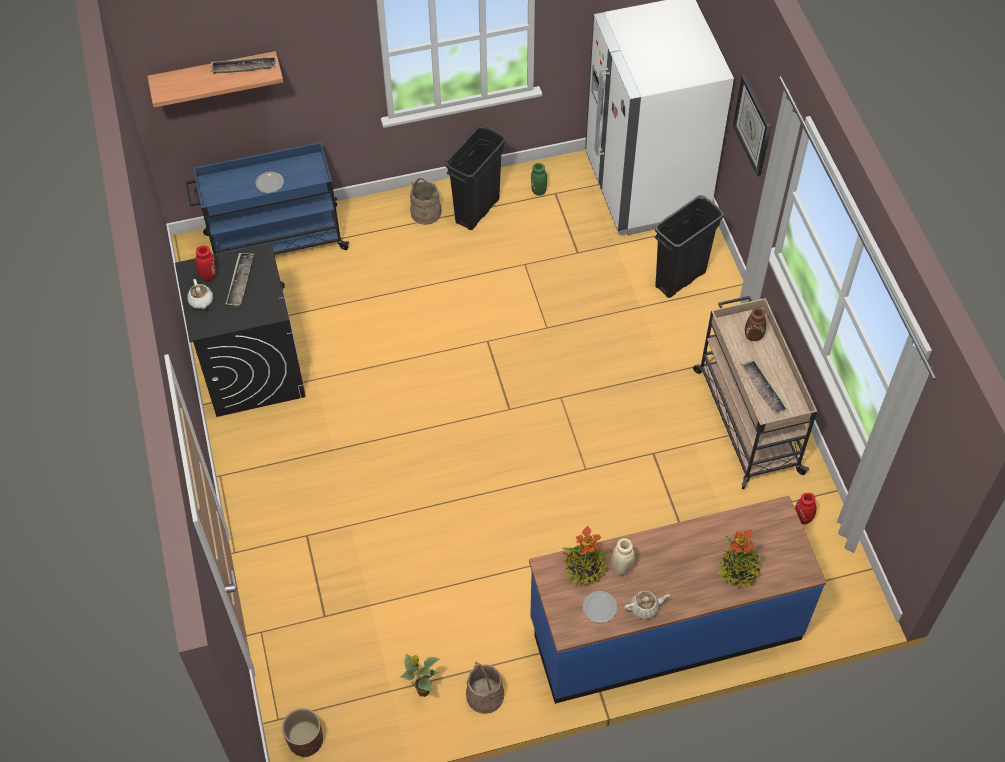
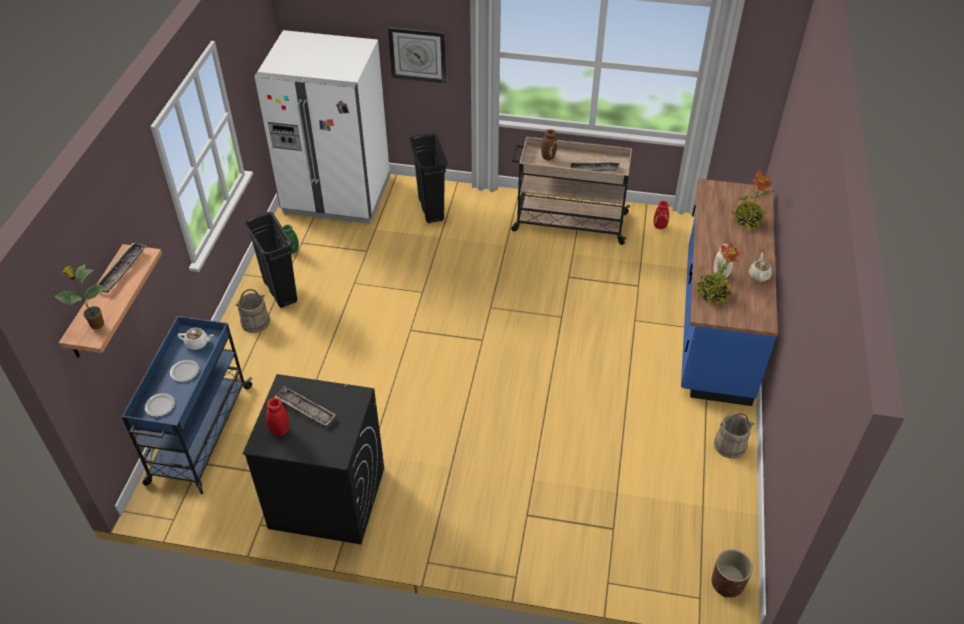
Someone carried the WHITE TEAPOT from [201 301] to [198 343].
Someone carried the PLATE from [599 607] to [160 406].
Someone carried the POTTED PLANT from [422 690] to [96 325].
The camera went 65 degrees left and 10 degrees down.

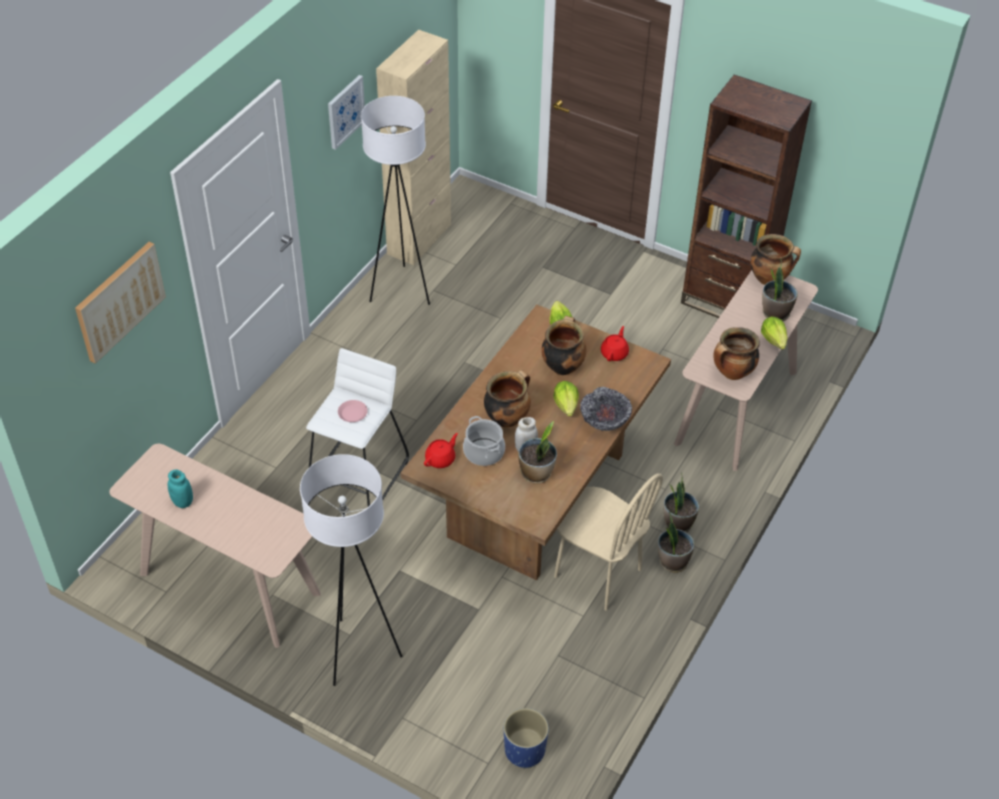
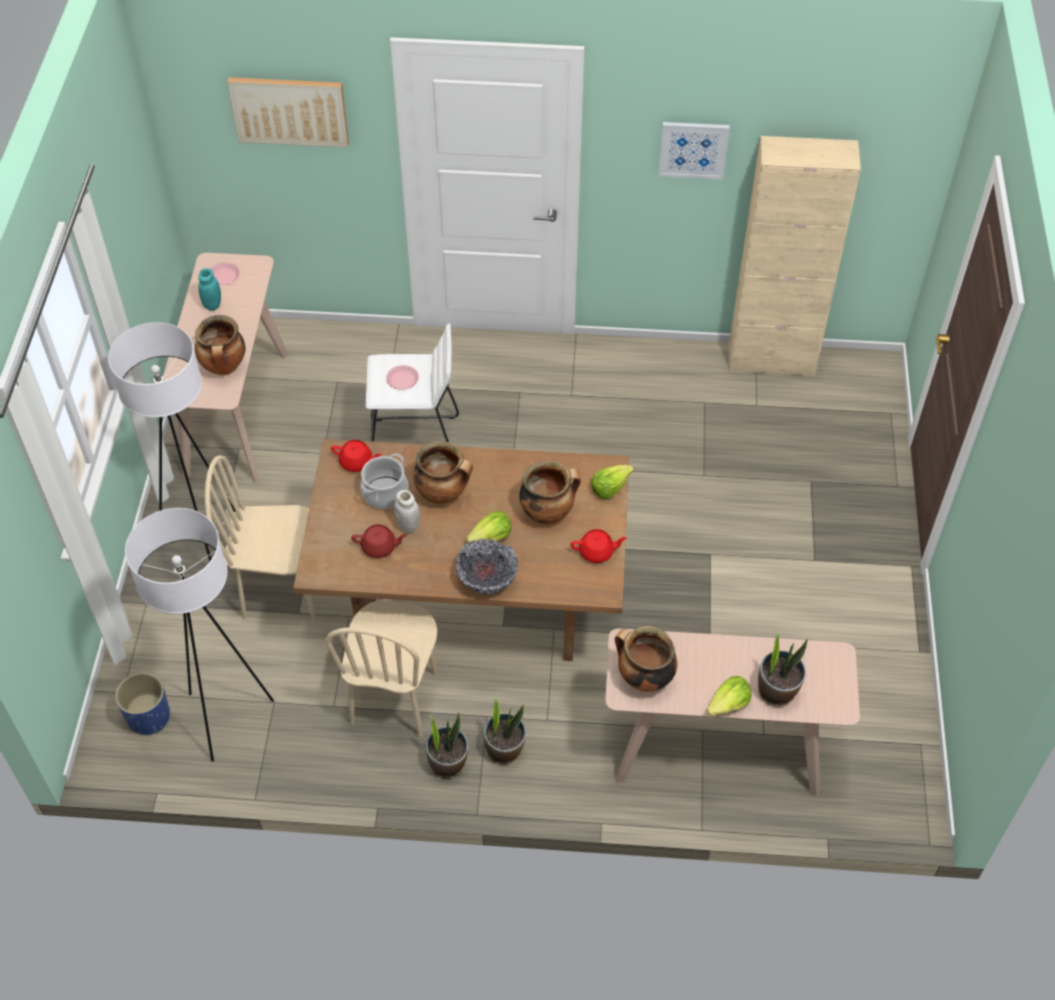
Someone took away the BROWN BOOKCASE at [725 301].
Someone carried the WHITE FLOOR LAMP from [401 290] to [226 718].
Someone carried the COOKING POT from [769 279] to [225 368].
Someone swapped the POTTED PLANT at [536 473] for the RED TEAPOT at [379 547].
Someone put down the PINK PLATE at [224 276].
Someone put down the BEIGE CHAIR at [284 591].
The camera went 65 degrees right and 5 degrees up.

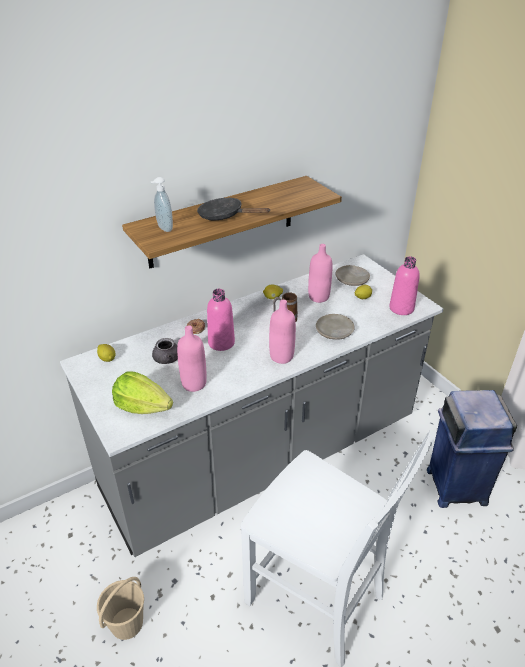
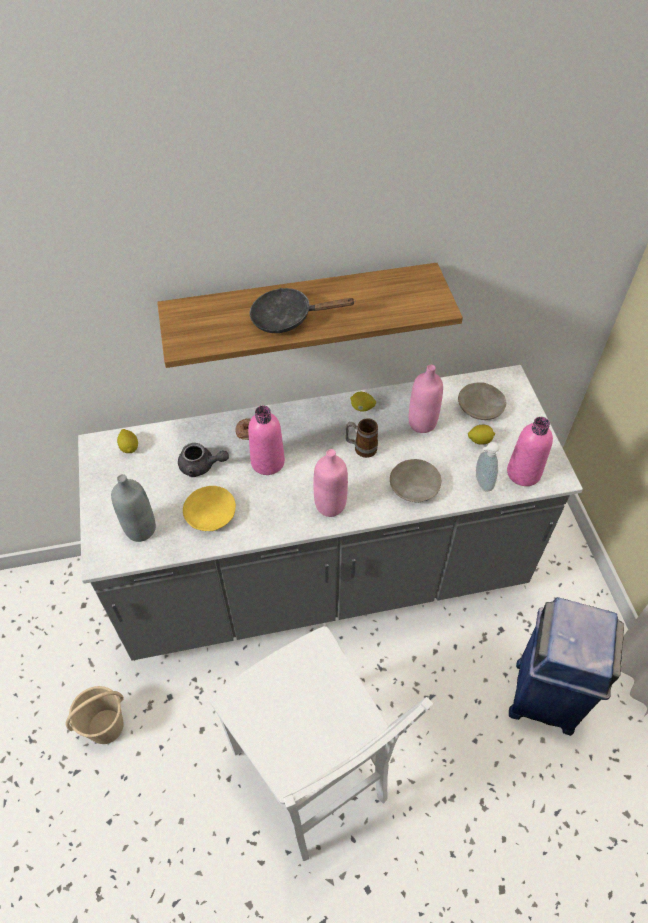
Someone carried the SOAP DISPENSER from [163 229] to [481 483].
Someone rotated the BLACK FRYING PAN at [225 216] by 45 degrees counterclockwise.
Someone swapped the PINK BOTTLE at [194 384] for the YELLOW PLATE at [210 514].
Someone swapped the LETTUCE at [142 407] for the GREY BOTTLE at [140 529].
The camera went 20 degrees right and 15 degrees up.

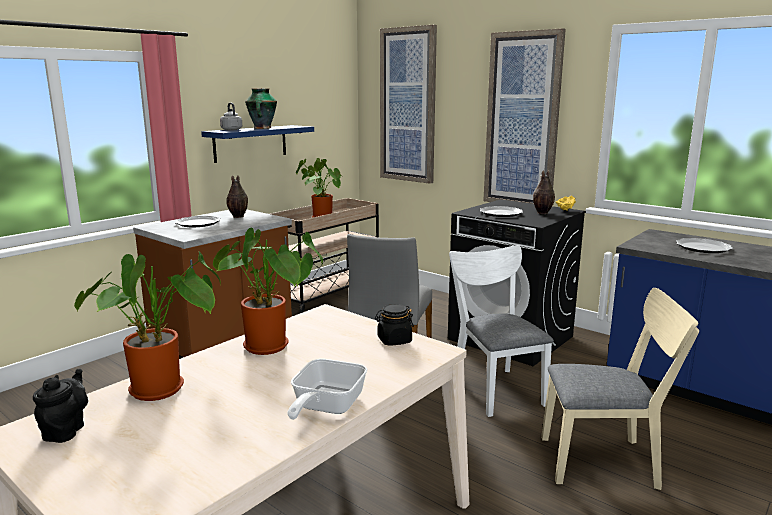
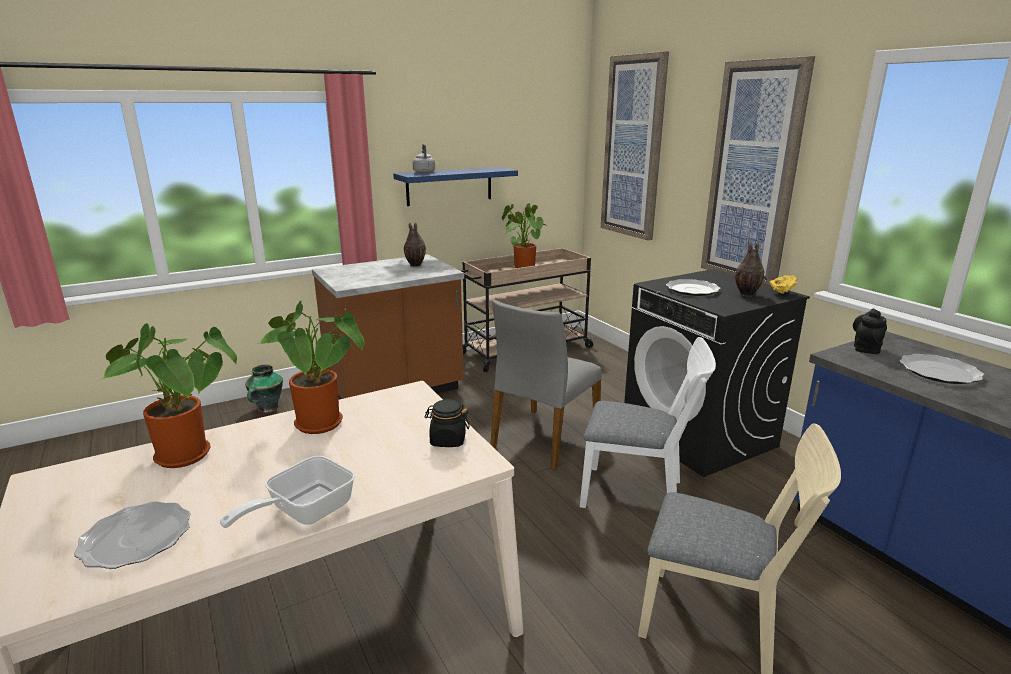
Someone carried the VASE from [262 128] to [267 409].
Someone carried the PLATE from [198 223] to [137 538].
Someone rotated the WHITE CHAIR at [494 388] by 105 degrees clockwise.
Someone carried the BLACK TEAPOT from [66 430] to [865 348].
The camera went 20 degrees right and 5 degrees up.

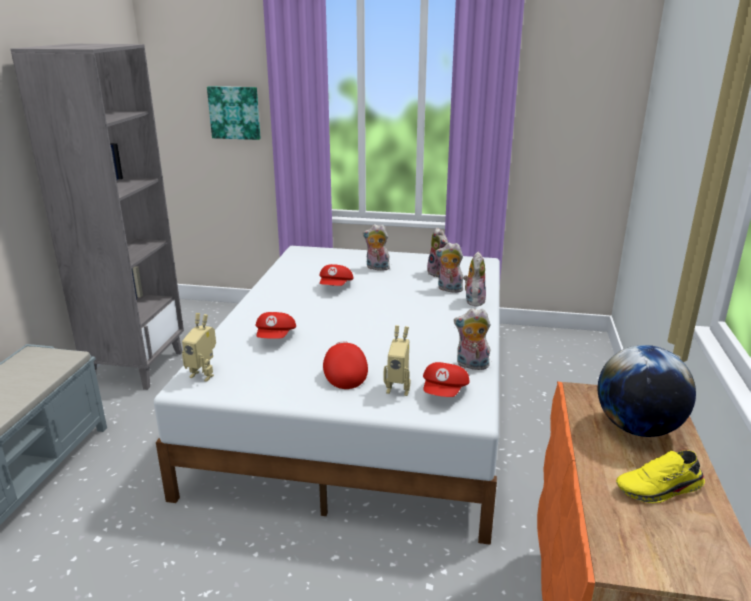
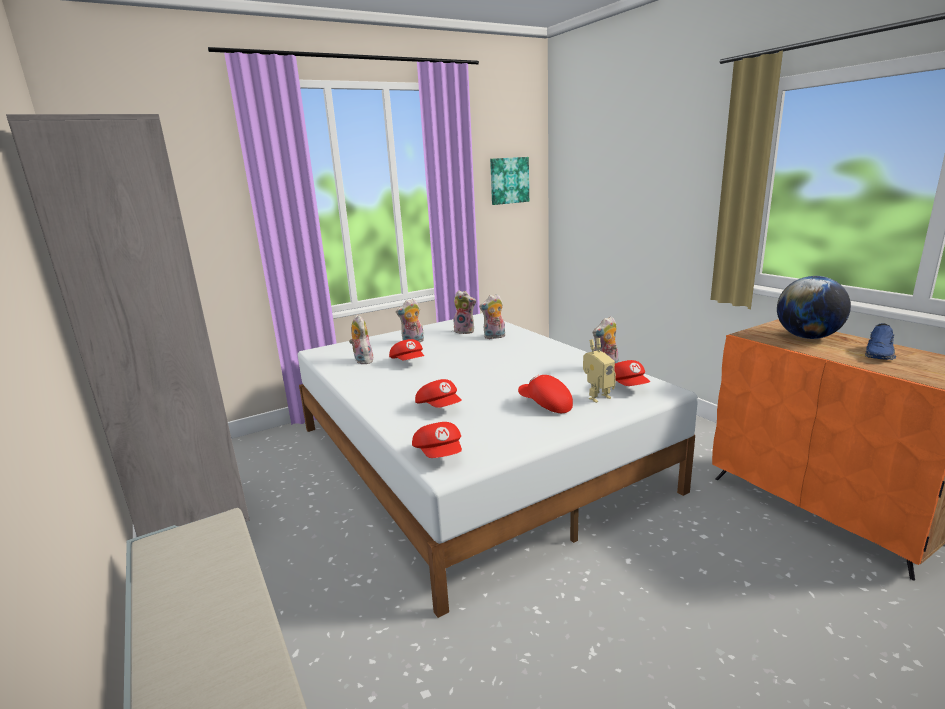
Someone carried the PICTURE from [235 112] to [509 180].
Someone carried the PLUSH TOY from [473 300] to [362 360].
Someone swapped the TOY ROBOT at [204 374] for the RED CAP at [440 454].
Someone repainted the YELLOW SHOE at [659 489], which became the BLUE SHOE at [880 353].
The camera went 40 degrees left and 5 degrees down.

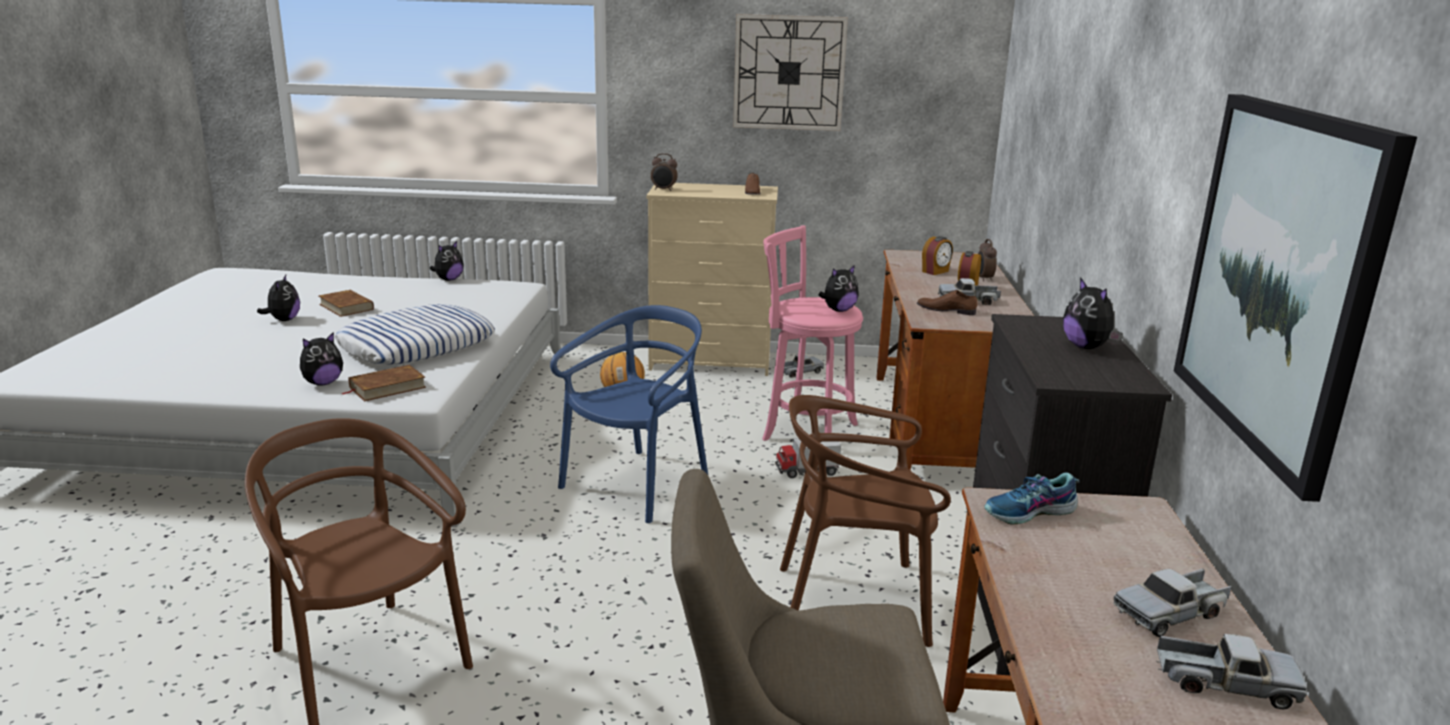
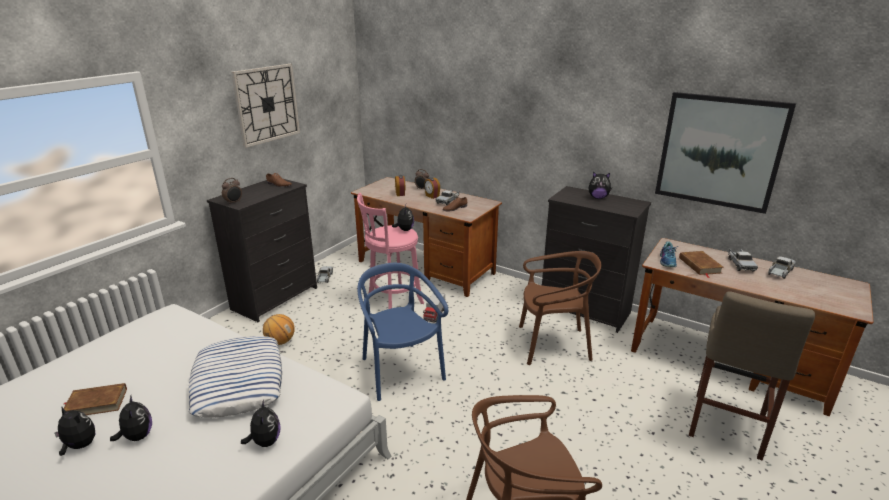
Someone repainted the BEIGE DRESSER at [711 362], which became the BLACK DRESSER at [276 298].
Someone carried the PLUSH TOY from [448 279] to [137 436].
Someone carried the BROWN BOOK from [387 387] to [699 265].
Someone rotated the BROWN CHAIR at [854 601] by 120 degrees counterclockwise.
The camera went 60 degrees left and 5 degrees up.

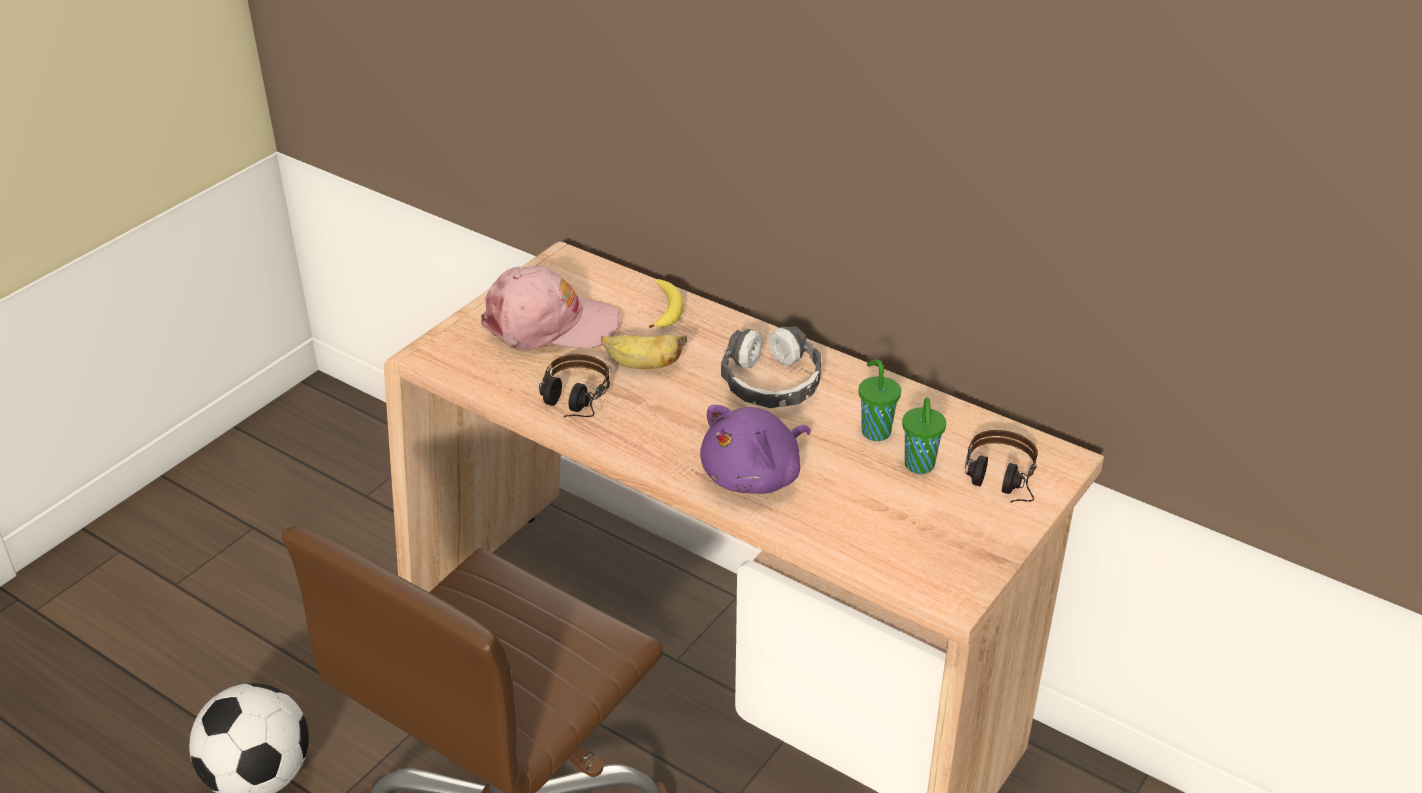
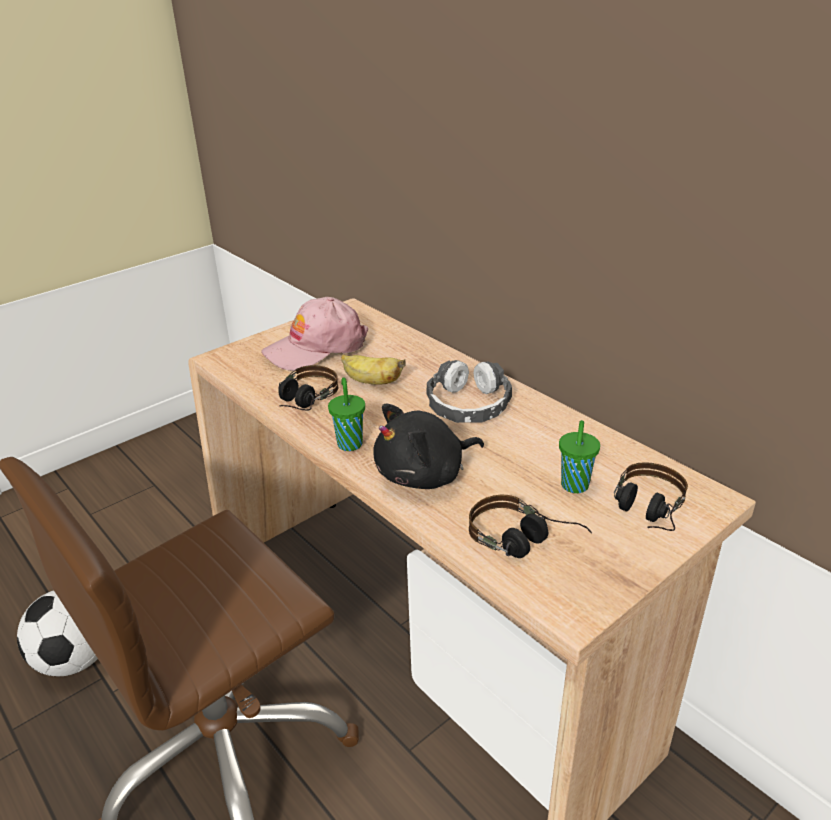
Someone rotated the PINK CAP at [549 324] by 135 degrees clockwise.
Someone took away the BANANA at [666 309].
Someone carried the GREEN CUP from [875 431] to [349 443].
Someone repainted the PURPLE PLUSH TOY at [755 476], which became the BLACK PLUSH TOY at [425 475].
Someone put down the HEADPHONES at [525 543].
The camera went 15 degrees right and 5 degrees down.

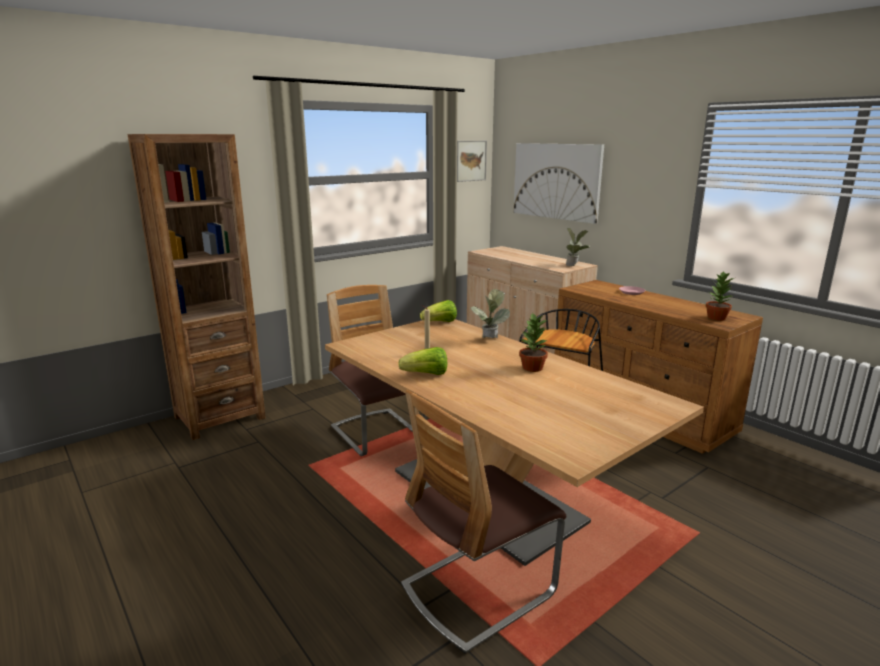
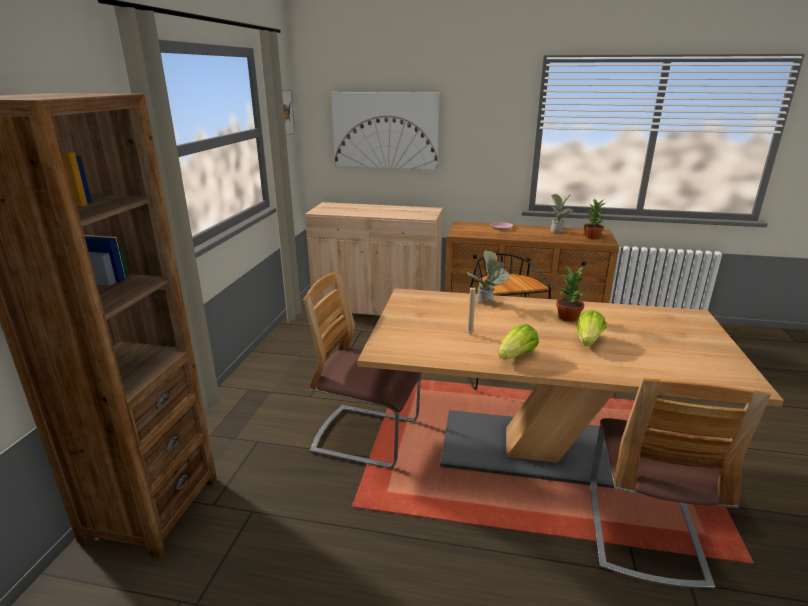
Someone carried the POTTED PLANT from [574 265] to [558 231].
Someone carried the LETTUCE from [440 323] to [588 341].
The camera went 40 degrees left and 5 degrees up.

